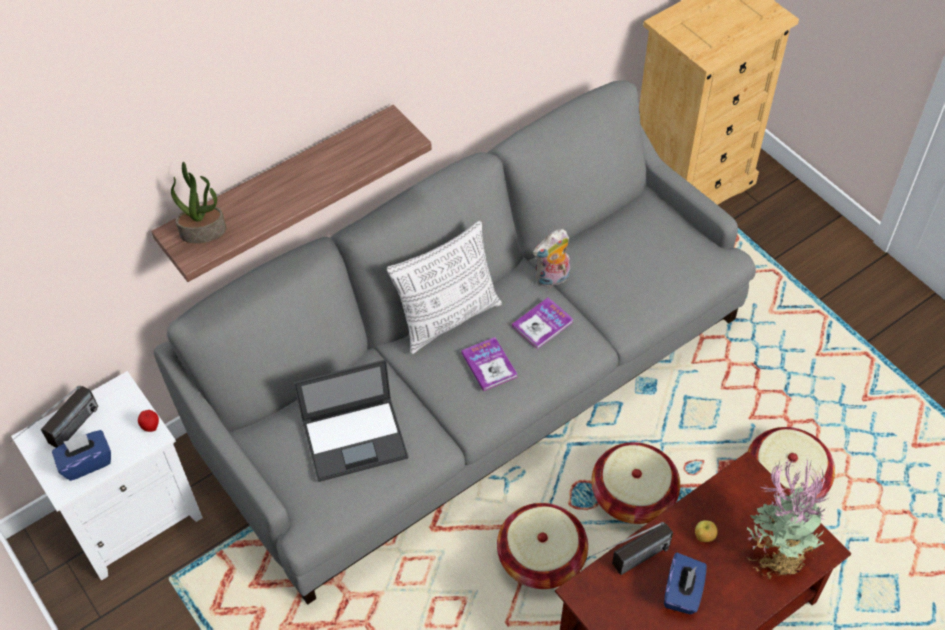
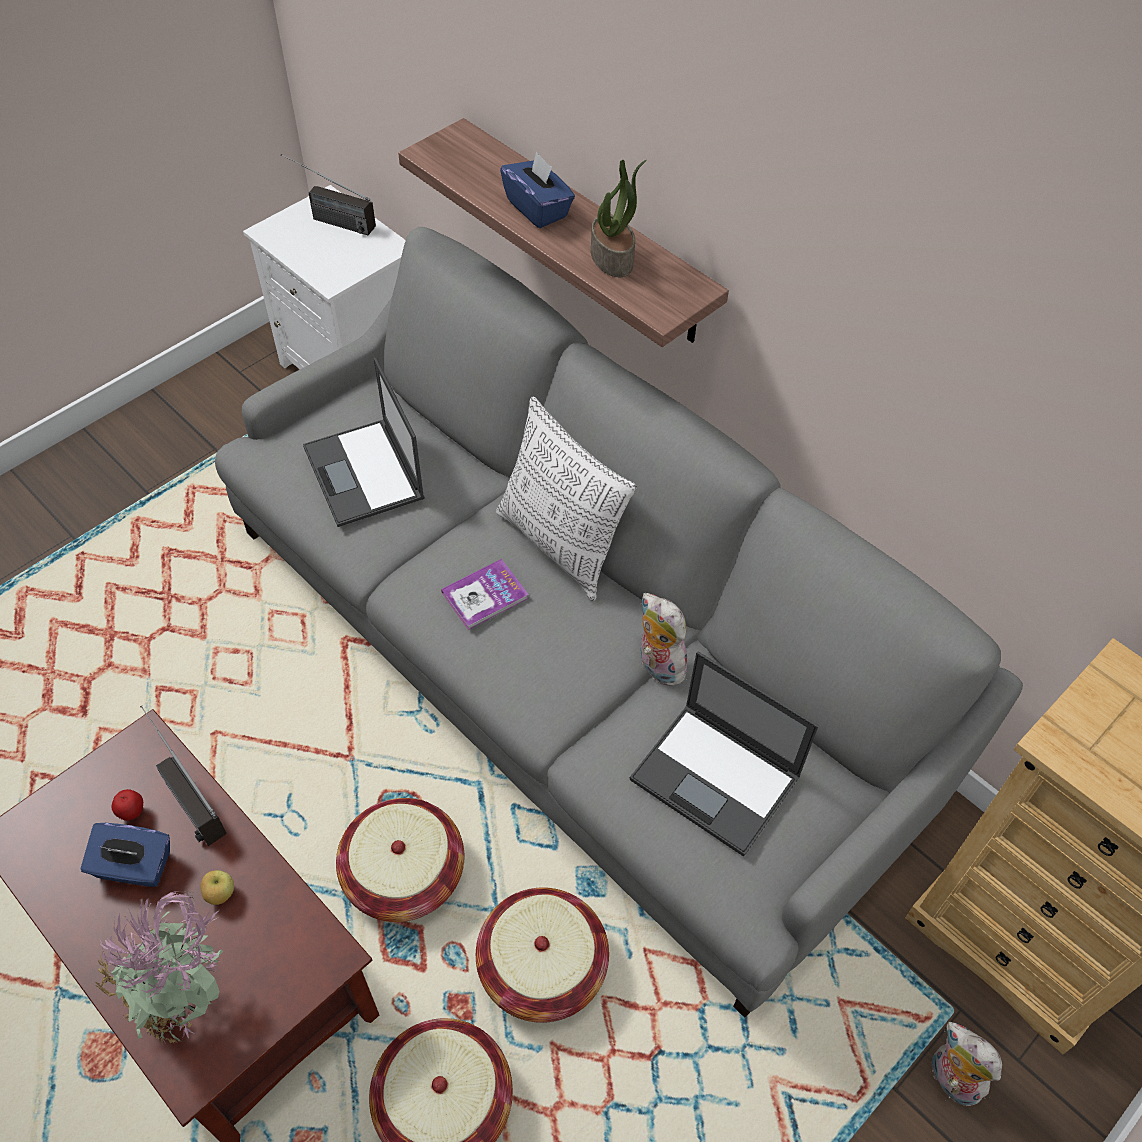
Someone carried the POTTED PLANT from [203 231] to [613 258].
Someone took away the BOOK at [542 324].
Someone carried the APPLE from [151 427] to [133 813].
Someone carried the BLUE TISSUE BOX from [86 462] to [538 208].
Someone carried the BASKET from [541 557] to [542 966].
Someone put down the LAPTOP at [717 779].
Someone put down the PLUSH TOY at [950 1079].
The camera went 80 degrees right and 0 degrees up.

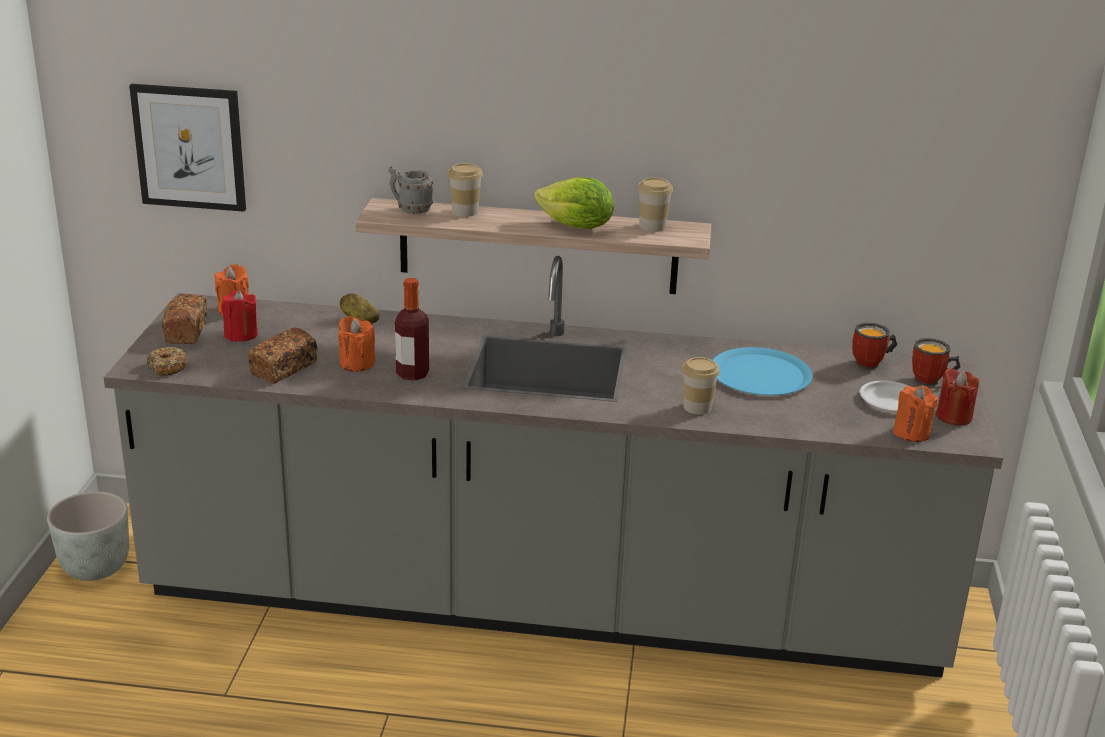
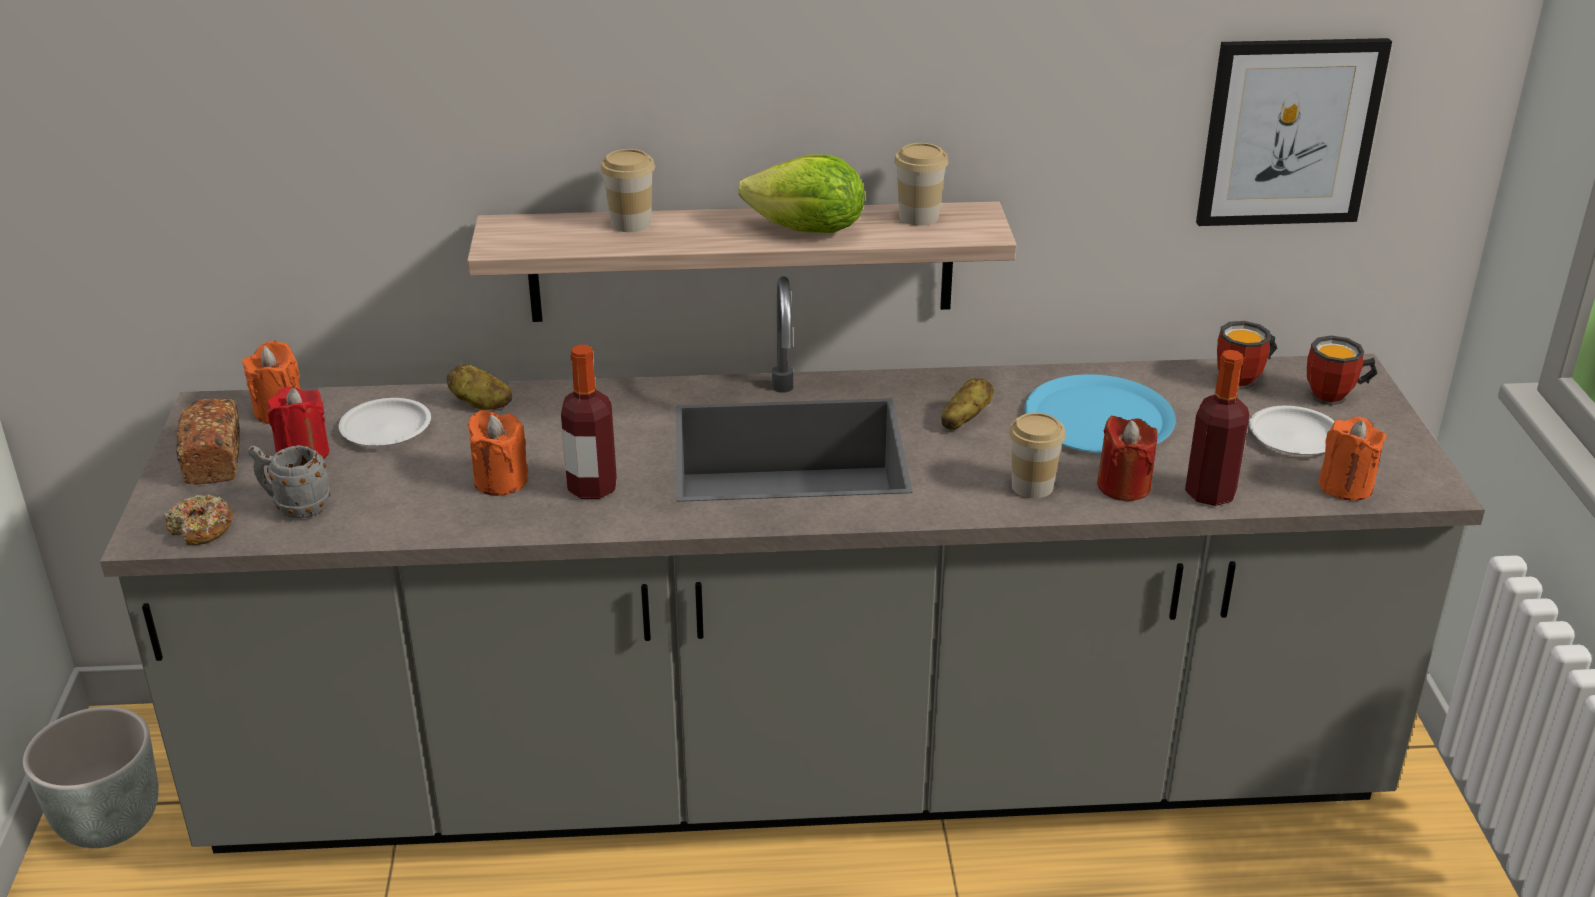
Someone carried the PICTURE from [189 147] to [1289 132].
Someone carried the GREY MUG from [410 209] to [294 507].
Someone took away the BREAD at [284 368].
Someone carried the RED CANDLE from [953 416] to [1123 486].
Someone put down the BOTTLE at [1210 493].
Someone put down the POTATO at [964 420].
Someone put down the WHITE PLATE at [385 428].
The camera went 10 degrees left and 5 degrees up.

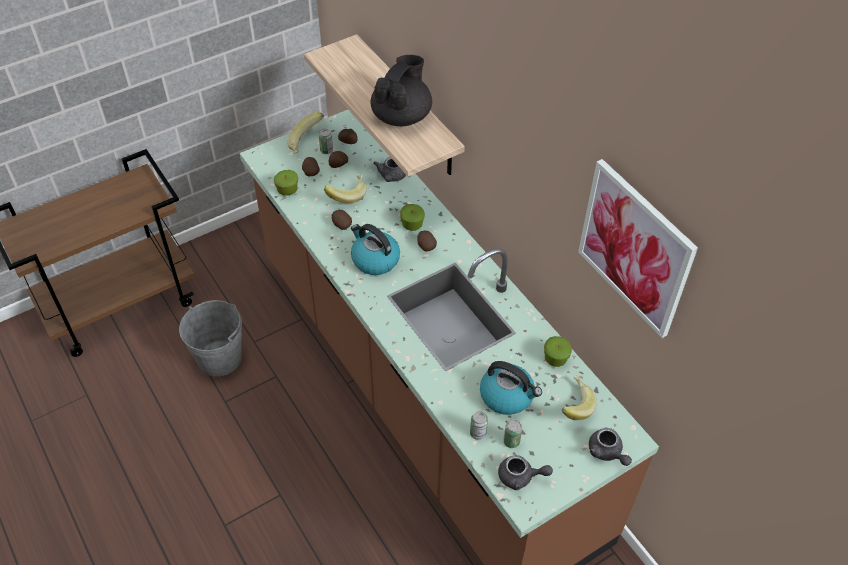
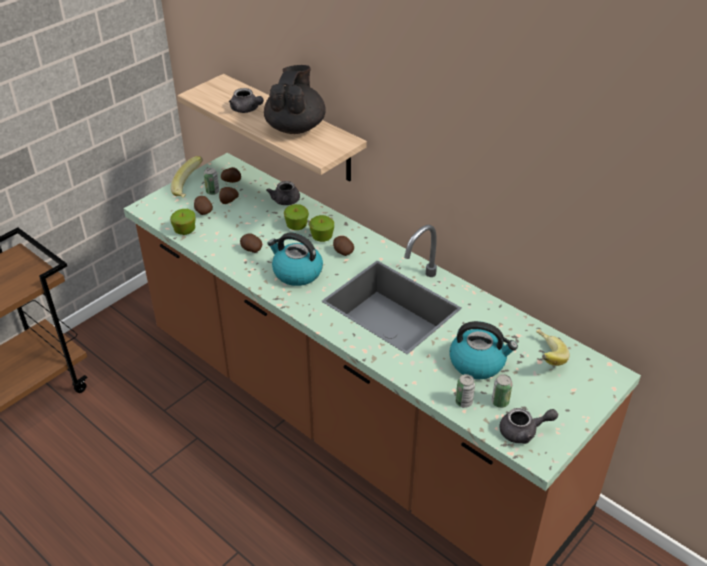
Someone took away the PICTURE at [635 248].
Someone took away the BANANA at [346 195].
Someone took away the GREY BUCKET at [219 358].
Someone carried the APPLE from [555 359] to [296 226].
Someone carried the GREY TEAPOT from [607 452] to [246 110].
The camera went 15 degrees left and 10 degrees down.

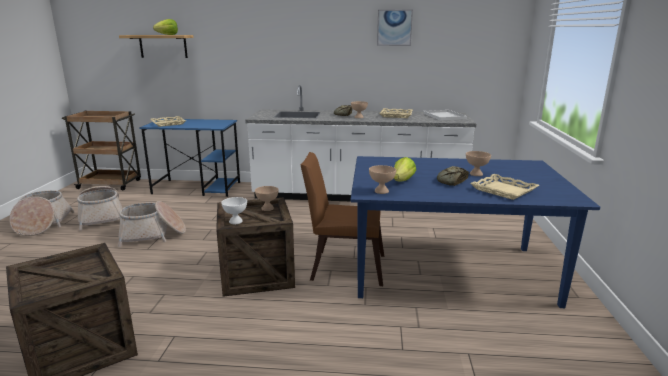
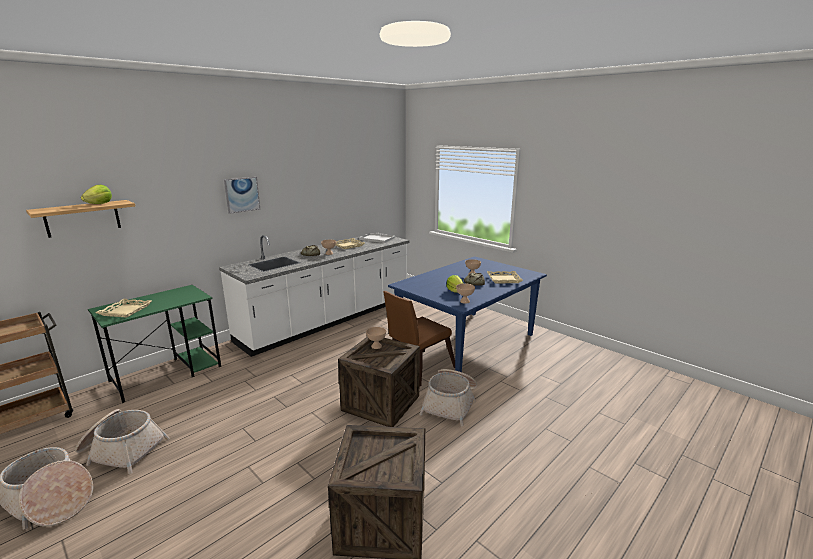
Someone carried the PICTURE from [394 27] to [242 194].
Someone repainted the BLUE DESK at [197 188], which became the GREEN DESK at [167 373].
Someone took away the WHITE BOWL at [235 222].
Someone carried the BASKET from [153 235] to [451 404].
The camera went 50 degrees left and 0 degrees up.

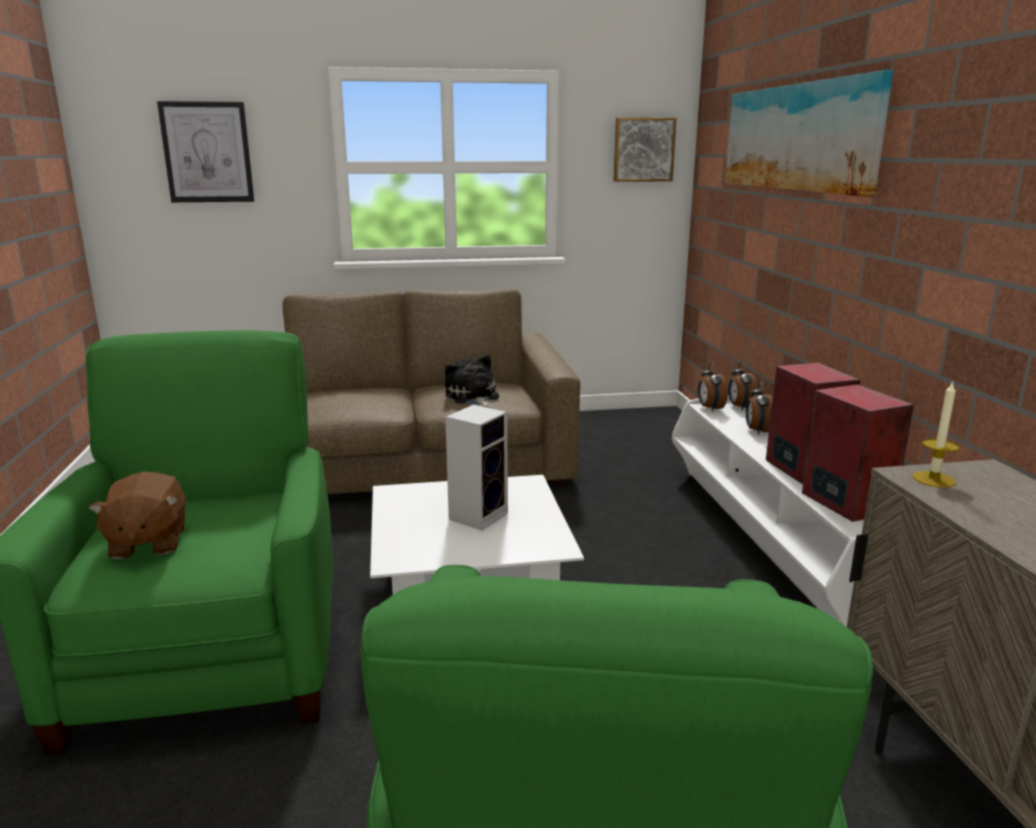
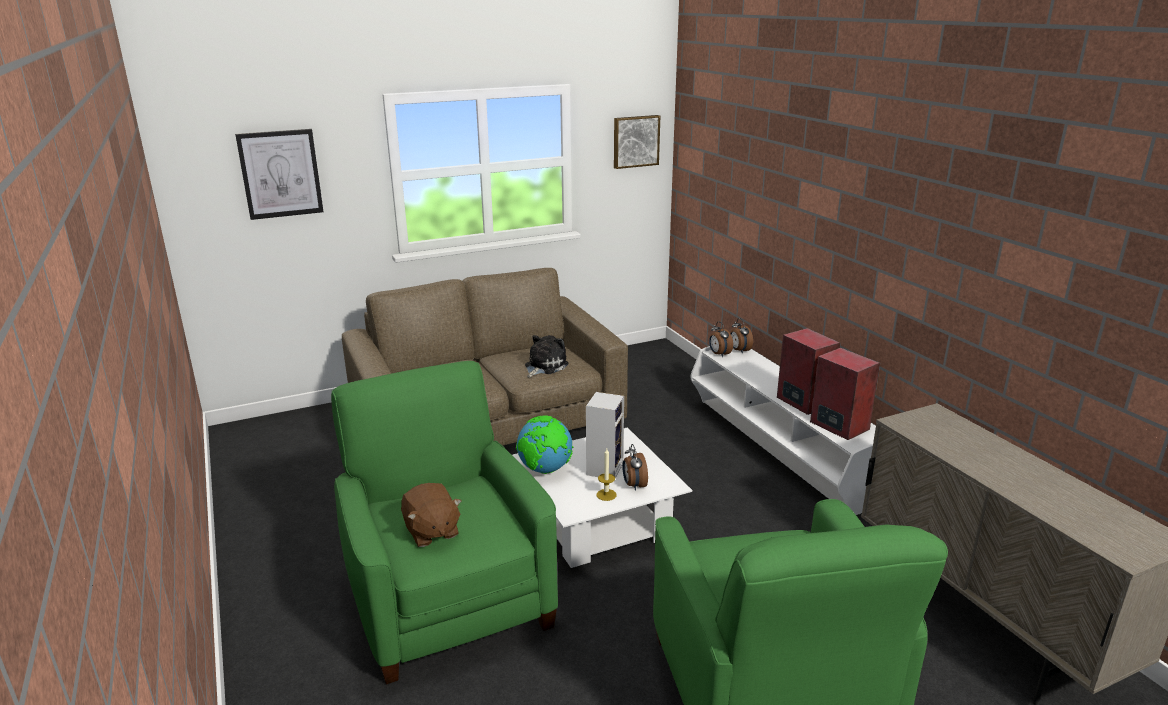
Someone took away the PICTURE at [799 137].
Someone rotated the PLUSH TOY at [472 397] by 75 degrees clockwise.
Someone carried the CANDLE from [933 479] to [606 495].
Someone carried the ALARM CLOCK from [757 431] to [634 485].
Someone put down the GLOBE at [545 470].
The camera went 15 degrees left and 5 degrees up.

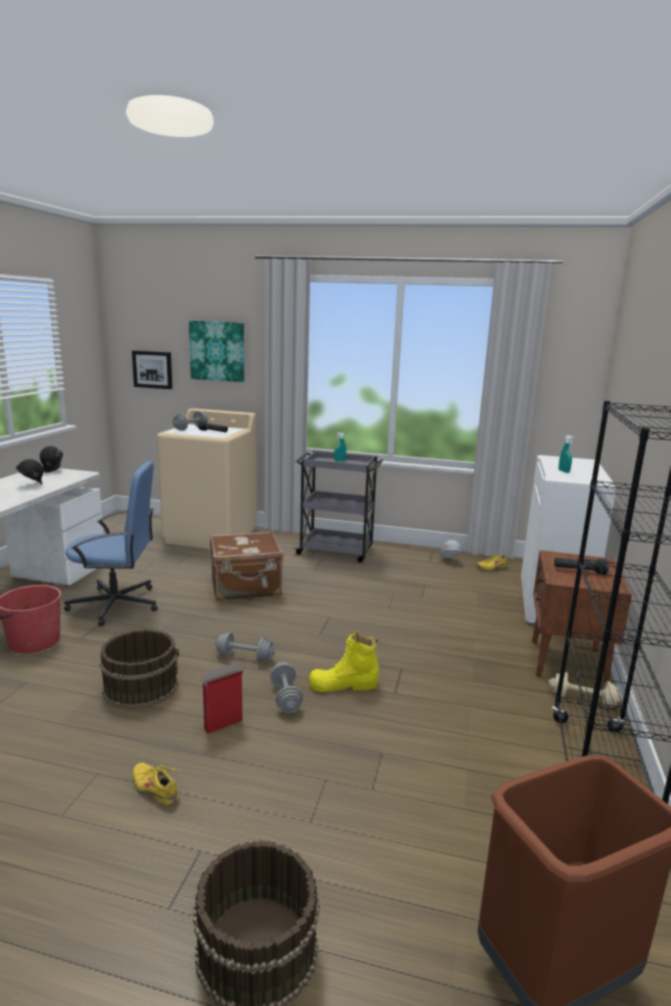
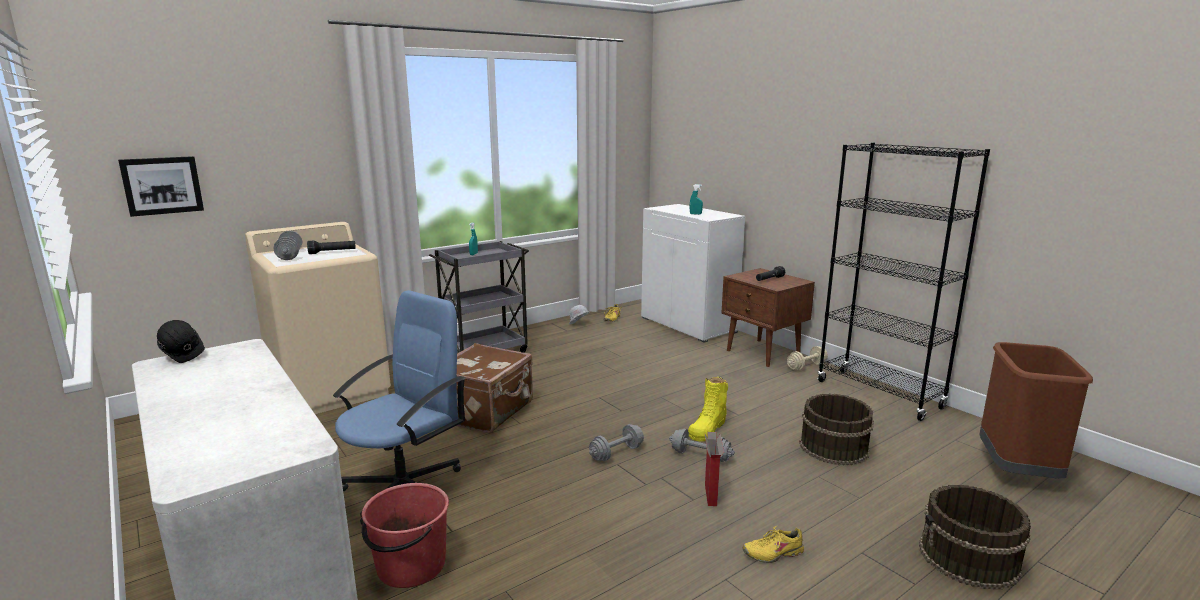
Someone took away the PICTURE at [217 351].
Someone took away the BLACK HARD HAT at [31 485].
Someone carried the BROWN BUCKET from [141 686] to [833 446].
The camera went 50 degrees left and 0 degrees up.

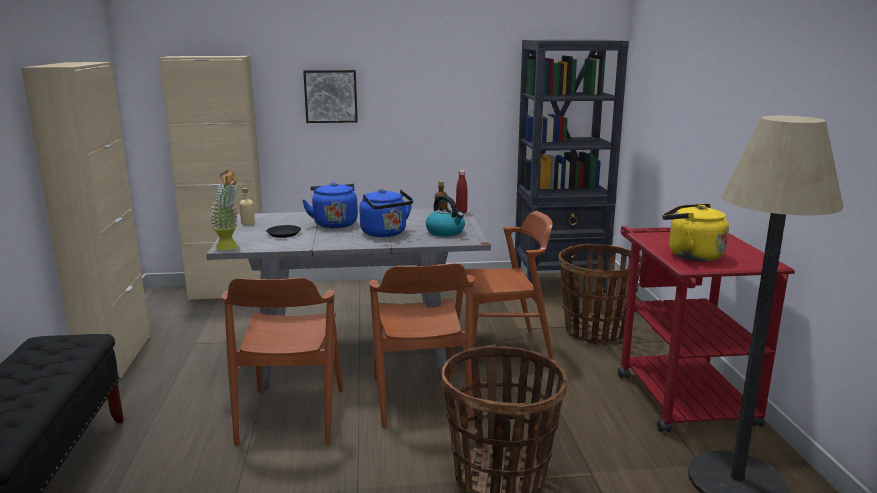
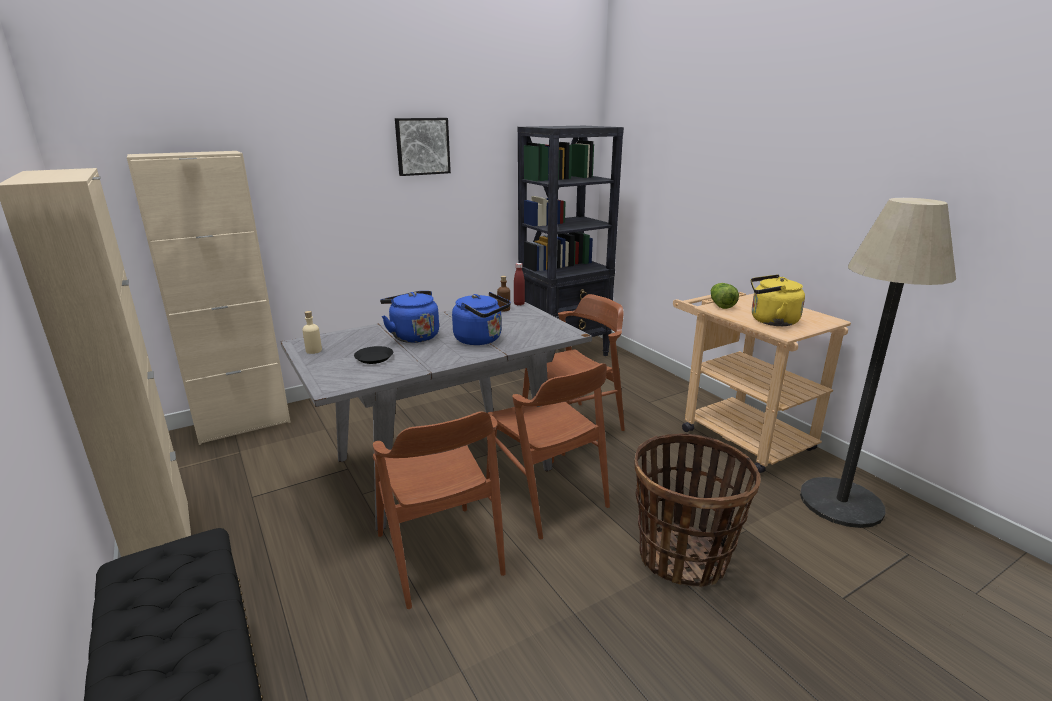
Someone carried the PICTURE from [331 96] to [422 146].
Someone took away the POTTED PLANT at [230 248].
Someone took away the KETTLE at [446 232].
Someone repainted the RED CART at [678 393], which became the BEIGE CART at [737 435].
Someone took away the BASKET at [595 332].
Someone put down the LETTUCE at [721 304].
The camera went 25 degrees left and 5 degrees up.

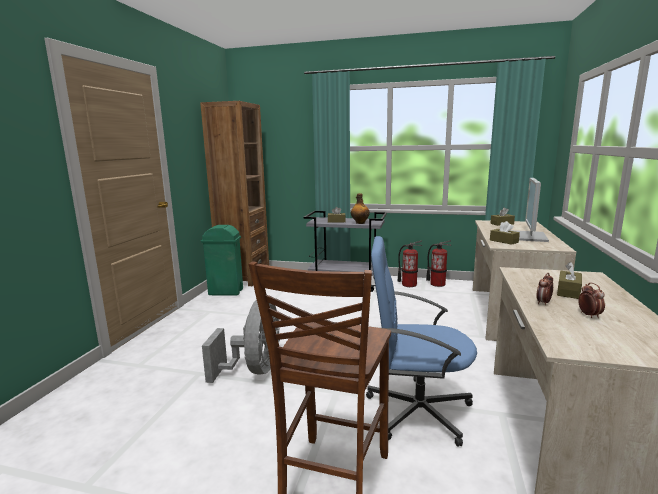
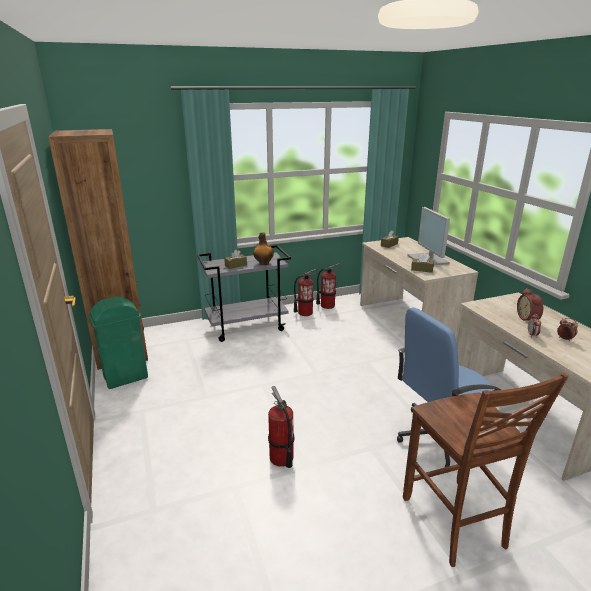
Someone swapped the BROWN TISSUE BOX at [568 291] for the ALARM CLOCK at [528 318].
Someone swapped the GREY FAN at [254 369] for the FIRE EXTINGUISHER at [281 458].
The camera went 35 degrees left and 10 degrees up.

